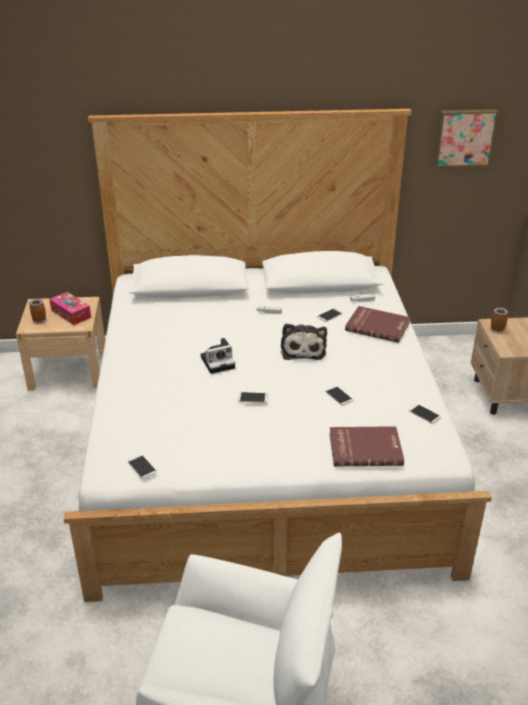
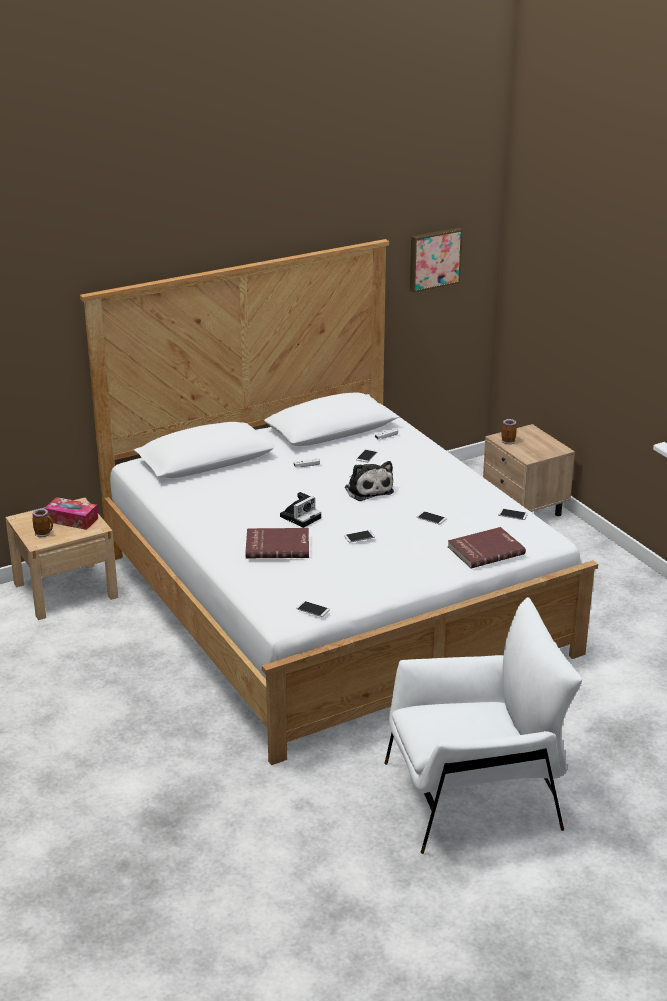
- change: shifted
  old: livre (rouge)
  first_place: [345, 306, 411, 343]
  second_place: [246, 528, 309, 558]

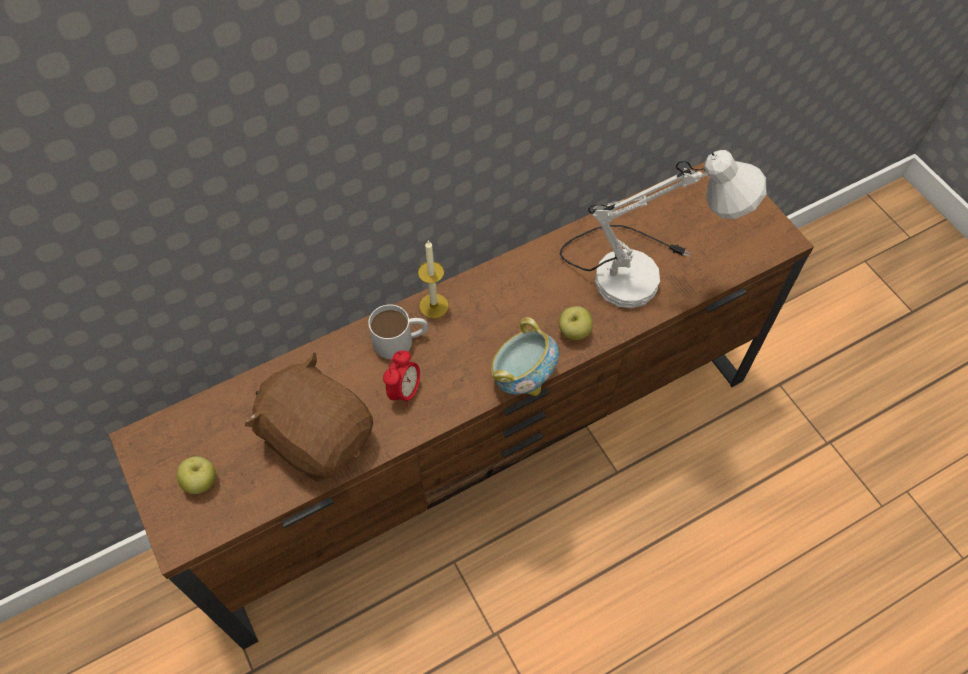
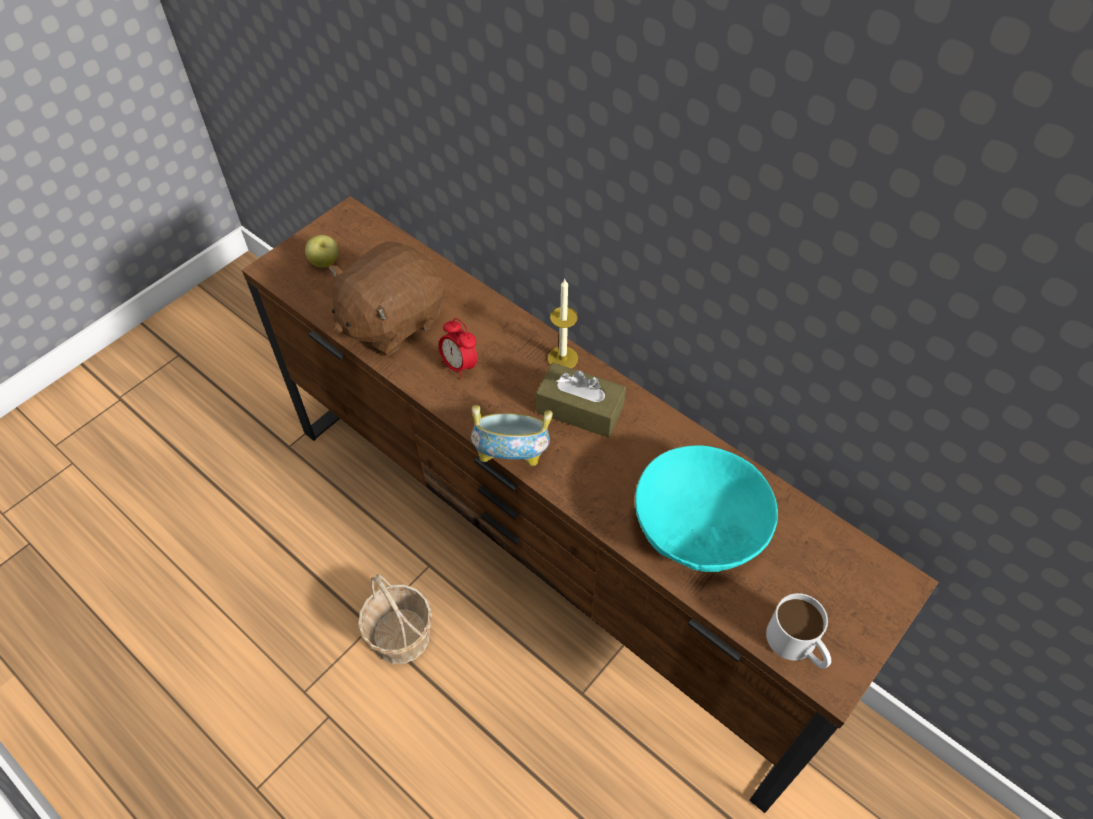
- change: swapped
  old: lampe de table (blanc)
  new: bol (turquoise)
  first_place: [560, 150, 767, 308]
  second_place: [635, 445, 778, 572]
- change: shifted
  old: mug (blanc)
  first_place: [368, 305, 428, 359]
  second_place: [766, 593, 831, 669]
- change: gone
  old: pomme
  first_place: [559, 306, 593, 340]
- change: rotated
  old: réveil
  first_place: [383, 350, 420, 407]
  second_place: [439, 318, 477, 379]
  degrees: 45
- change: rotated
  old: peluche (marron)
  first_place: [245, 352, 373, 482]
  second_place: [329, 241, 445, 355]
  degrees: -150
- change: new
  new: boîte à mouchoirs (marron)
  second_place: [536, 363, 626, 438]
- change: new
  new: panier
  second_place: [358, 574, 432, 664]

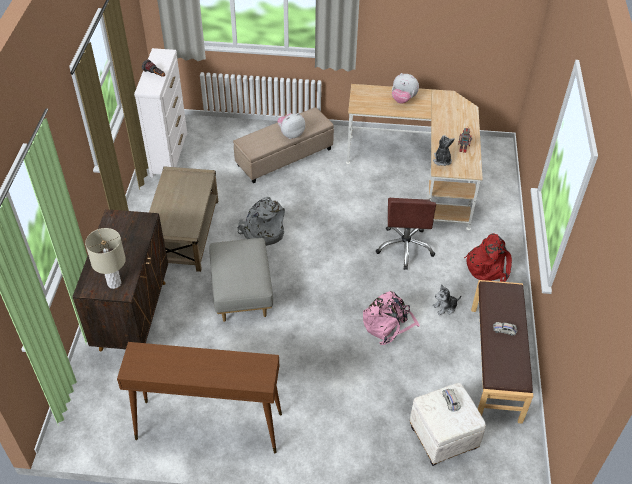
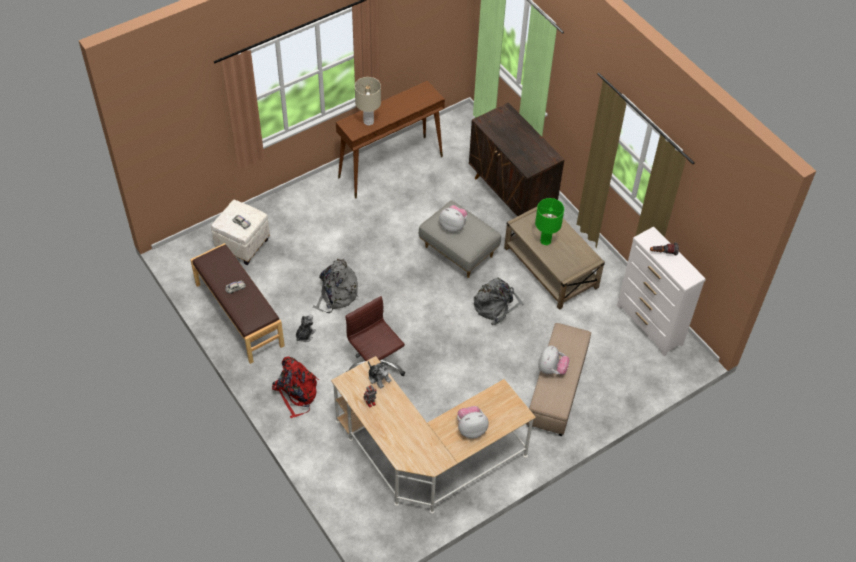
- change: shifted
  old: lampe de table (beige)
  first_place: [85, 228, 126, 289]
  second_place: [355, 77, 381, 126]
- change: repainted
  old: sac à dos (rose)
  new: sac à dos (gris)
  first_place: [363, 291, 420, 345]
  second_place: [313, 259, 359, 313]
- change: new
  new: lampe de table (vert)
  second_place: [535, 198, 564, 245]
- change: new
  new: peluche
  second_place: [439, 205, 467, 232]

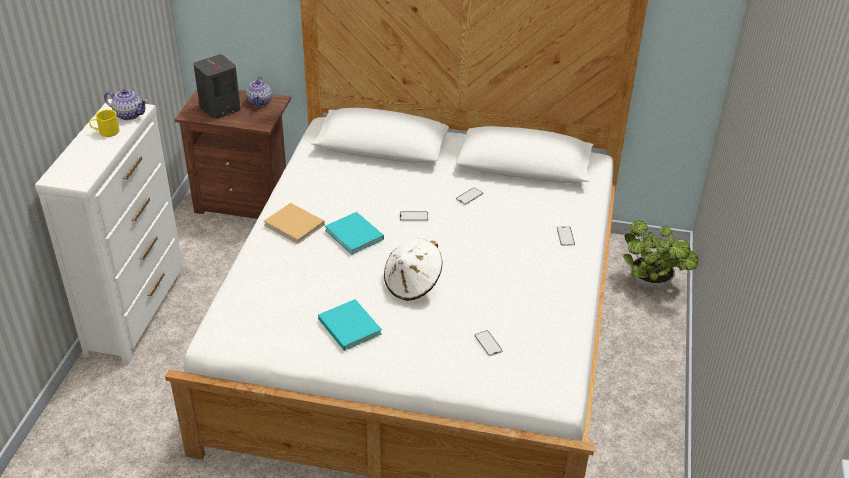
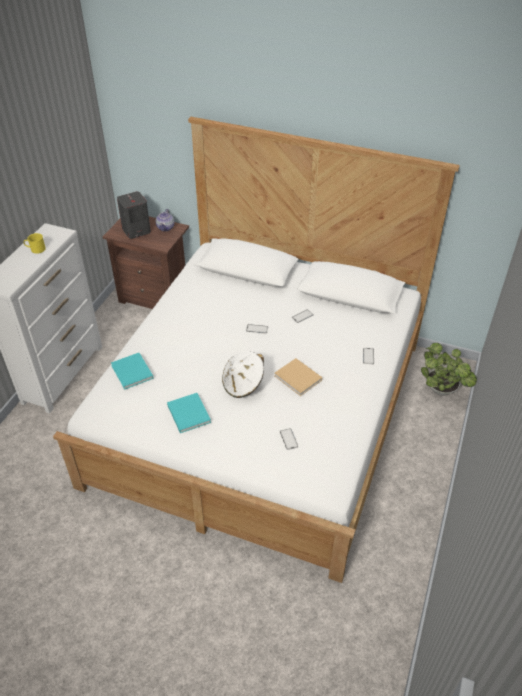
- change: gone
  old: théière
  first_place: [104, 89, 148, 120]
- change: shifted
  old: livre (beige)
  first_place: [264, 203, 325, 244]
  second_place: [274, 358, 322, 396]
- change: shifted
  old: livre (turquoise)
  first_place: [325, 212, 384, 255]
  second_place: [111, 353, 154, 390]

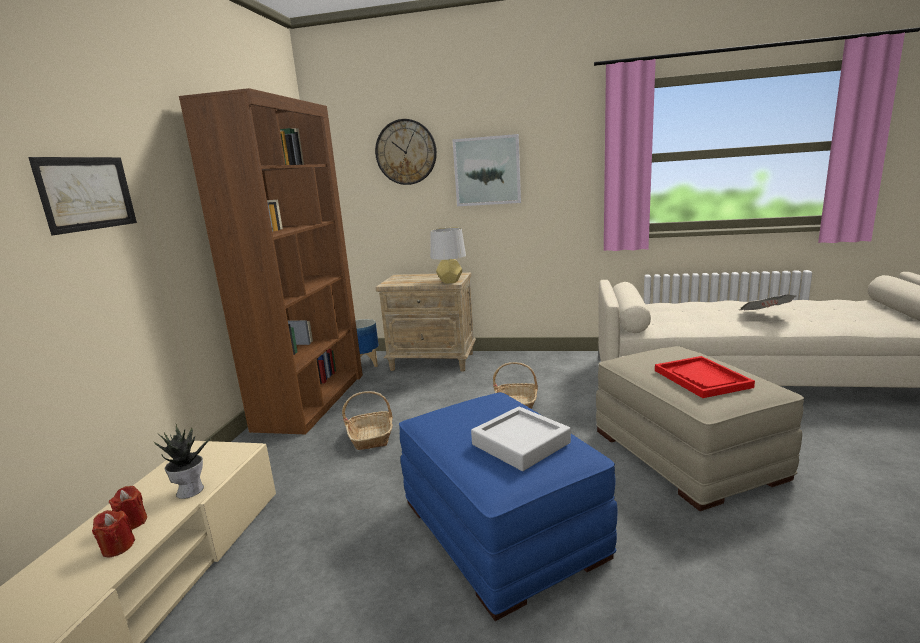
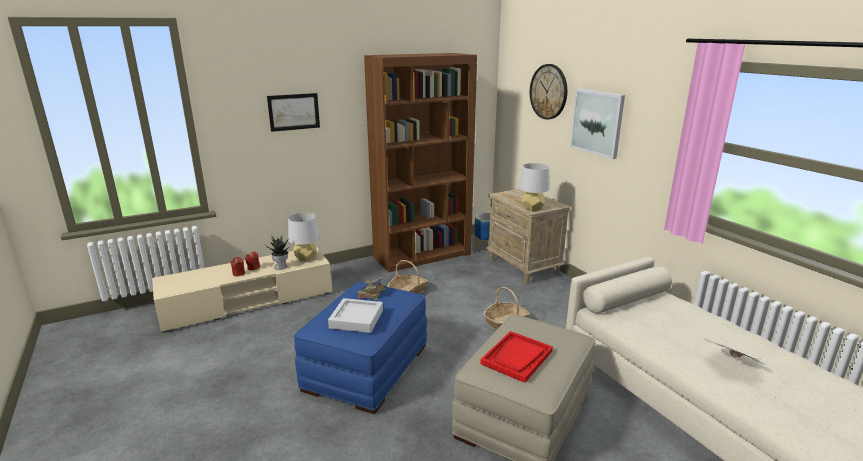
- change: new
  new: lampe de table (gris)
  second_place: [288, 213, 320, 261]
- change: new
  new: livre
  second_place: [357, 277, 386, 300]

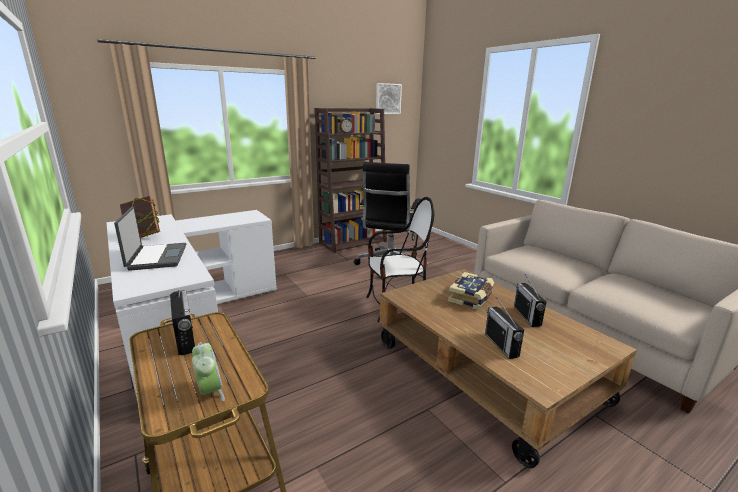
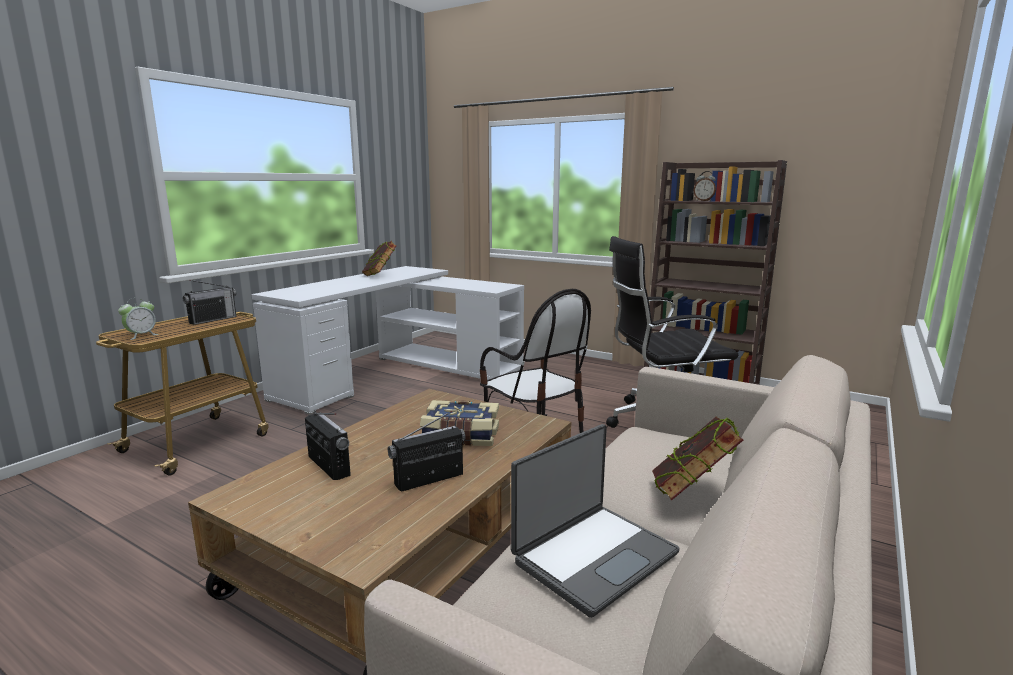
- change: gone
  old: tableau
  first_place: [376, 83, 402, 114]
- change: shifted
  old: ordinateur portable
  first_place: [114, 206, 186, 271]
  second_place: [511, 424, 680, 618]
- change: rotated
  old: radio
  first_place: [485, 297, 524, 359]
  second_place: [305, 412, 351, 480]
  degrees: 90
- change: new
  new: livre
  second_place: [652, 417, 743, 501]

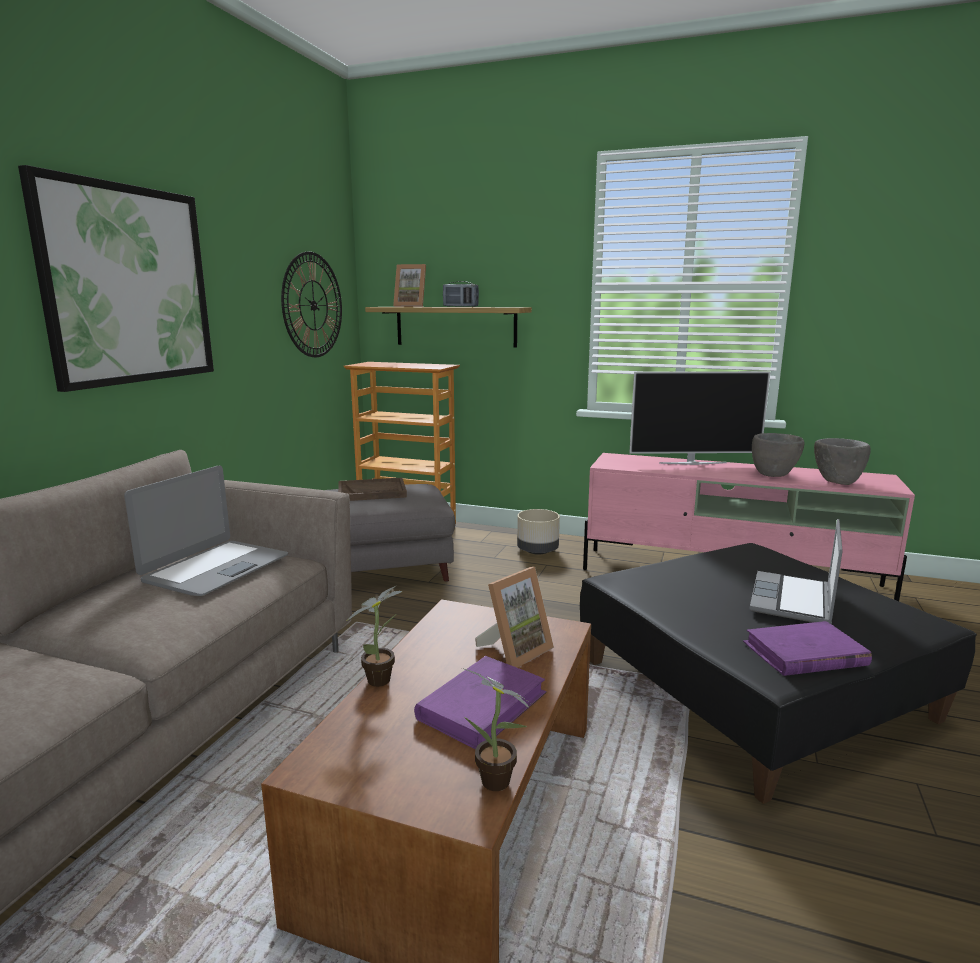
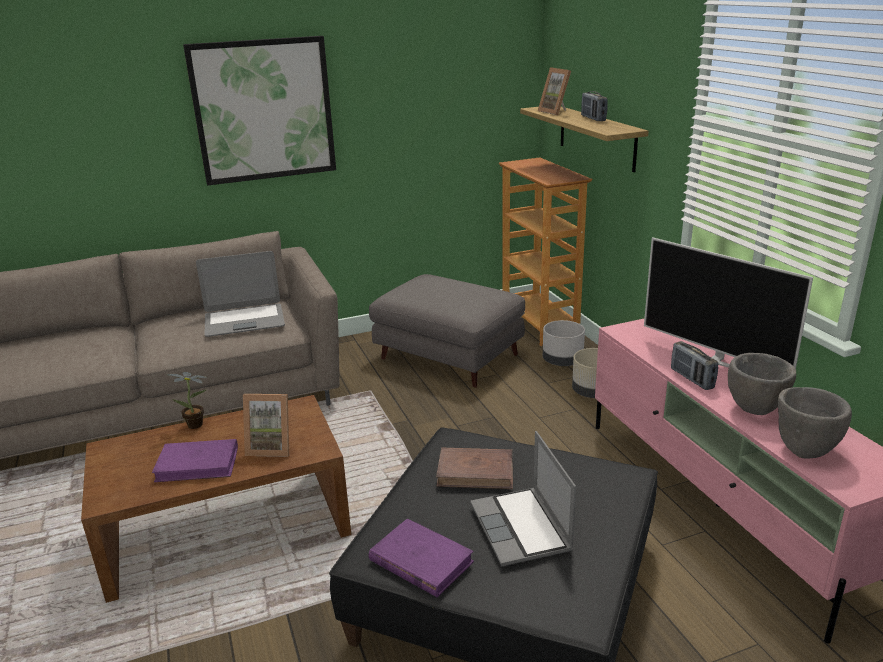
- change: gone
  old: horloge murale
  first_place: [281, 252, 342, 357]
- change: gone
  old: plateau (marron)
  first_place: [338, 478, 407, 501]
- change: rotated
  old: ordinateur portable
  first_place: [750, 519, 843, 624]
  second_place: [470, 431, 576, 567]
  degrees: -90
- change: gone
  old: plante en pot
  first_place: [462, 668, 530, 791]
- change: new
  new: cache-pot (gris)
  second_place: [543, 320, 585, 366]
- change: new
  new: radio
  second_place: [671, 341, 718, 390]
- change: new
  new: livre (marron)
  second_place: [436, 447, 513, 489]

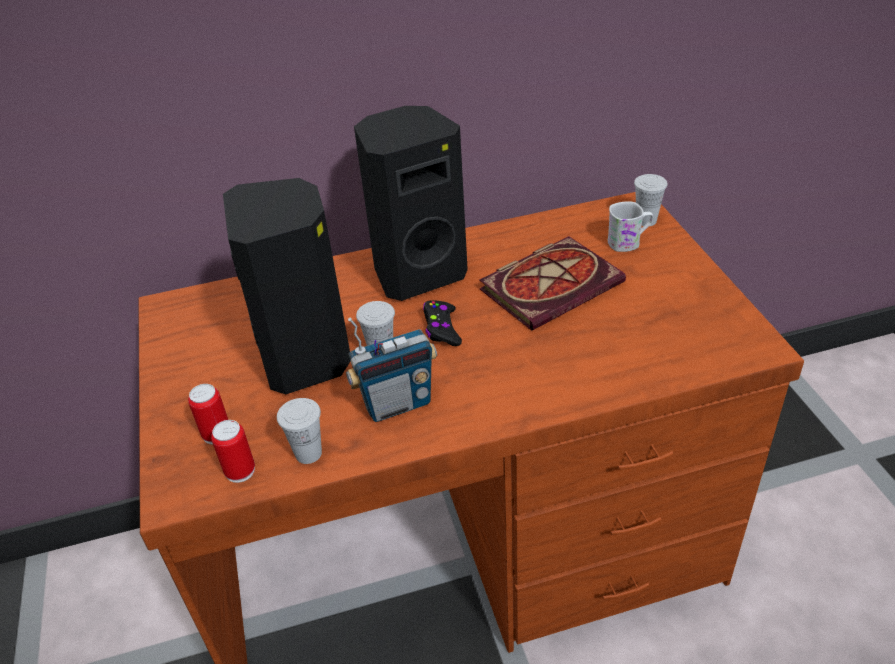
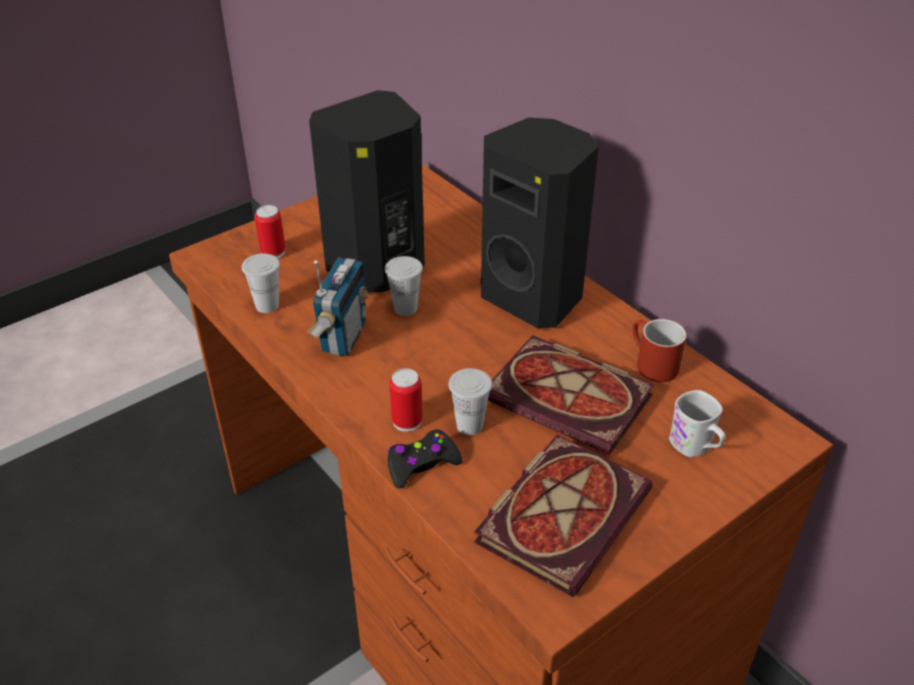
- change: shifted
  old: tasse (blanc)
  first_place: [634, 174, 668, 226]
  second_place: [449, 368, 492, 435]
- change: shifted
  old: manette (noir)
  first_place: [423, 300, 462, 346]
  second_place: [388, 429, 463, 488]
- change: rotated
  old: radio
  first_place: [346, 318, 437, 422]
  second_place: [308, 257, 369, 356]
  degrees: -120
- change: shifted
  old: boîte métallique
  first_place: [211, 420, 255, 483]
  second_place: [389, 368, 423, 432]
- change: new
  new: mug (rouge)
  second_place: [633, 319, 687, 382]
- change: new
  new: livre
  second_place: [474, 435, 653, 597]

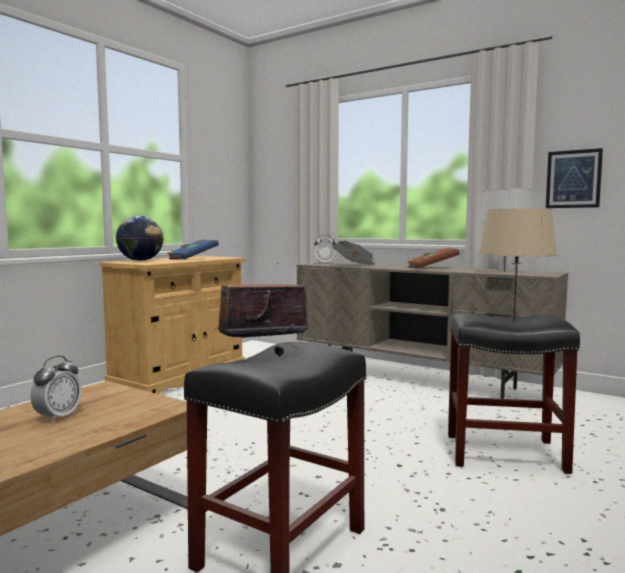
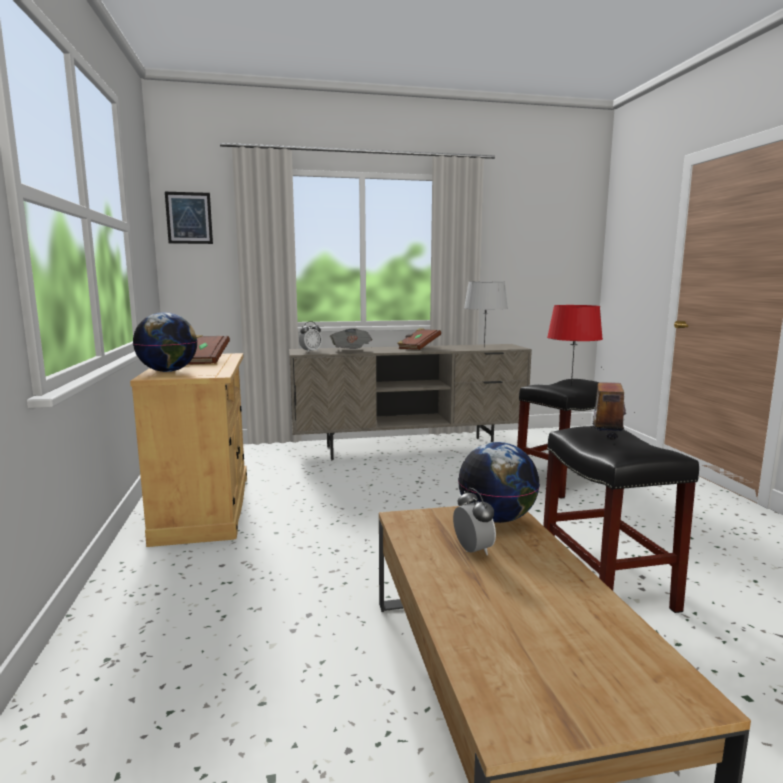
- change: shifted
  old: tableau
  first_place: [546, 148, 603, 208]
  second_place: [165, 192, 213, 244]
- change: repainted
  old: lampe de table (beige)
  new: lampe de table (rouge)
  first_place: [479, 209, 557, 320]
  second_place: [547, 305, 603, 386]
- change: repainted
  old: livre (bleu)
  new: livre (marron)
  first_place: [167, 239, 219, 259]
  second_place: [187, 335, 230, 365]
- change: new
  new: globe
  second_place: [458, 442, 540, 523]

